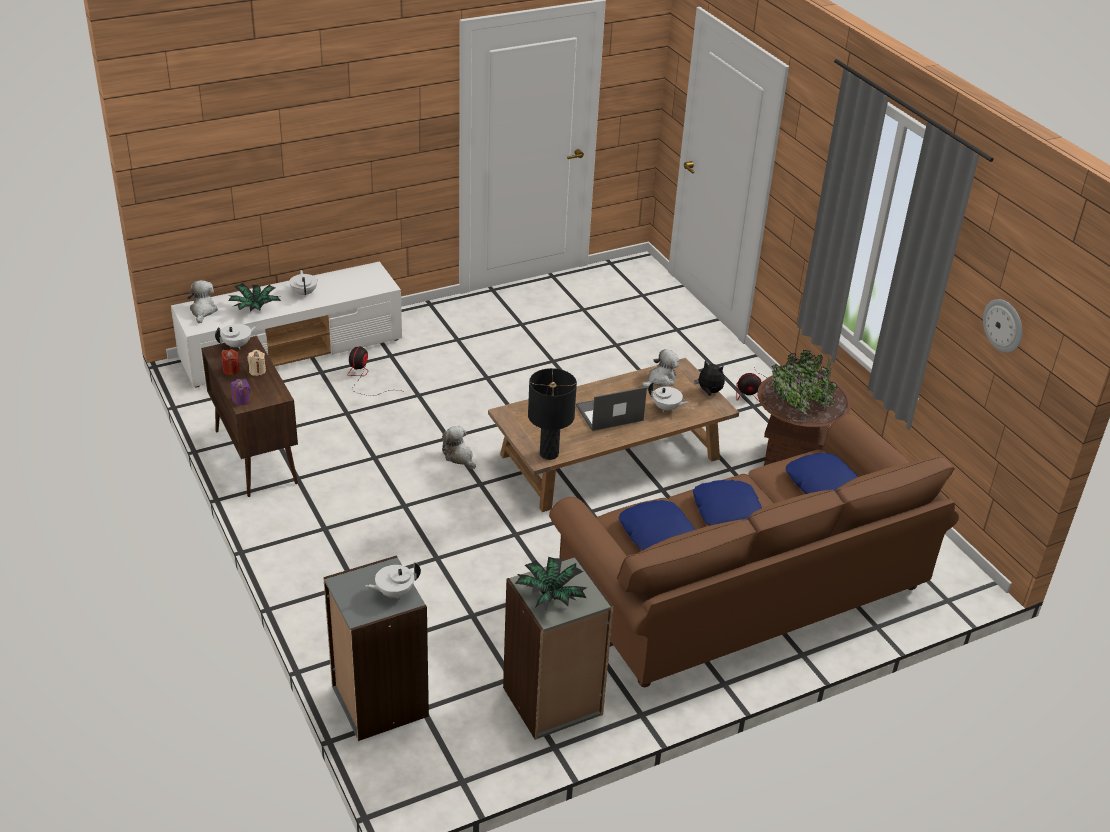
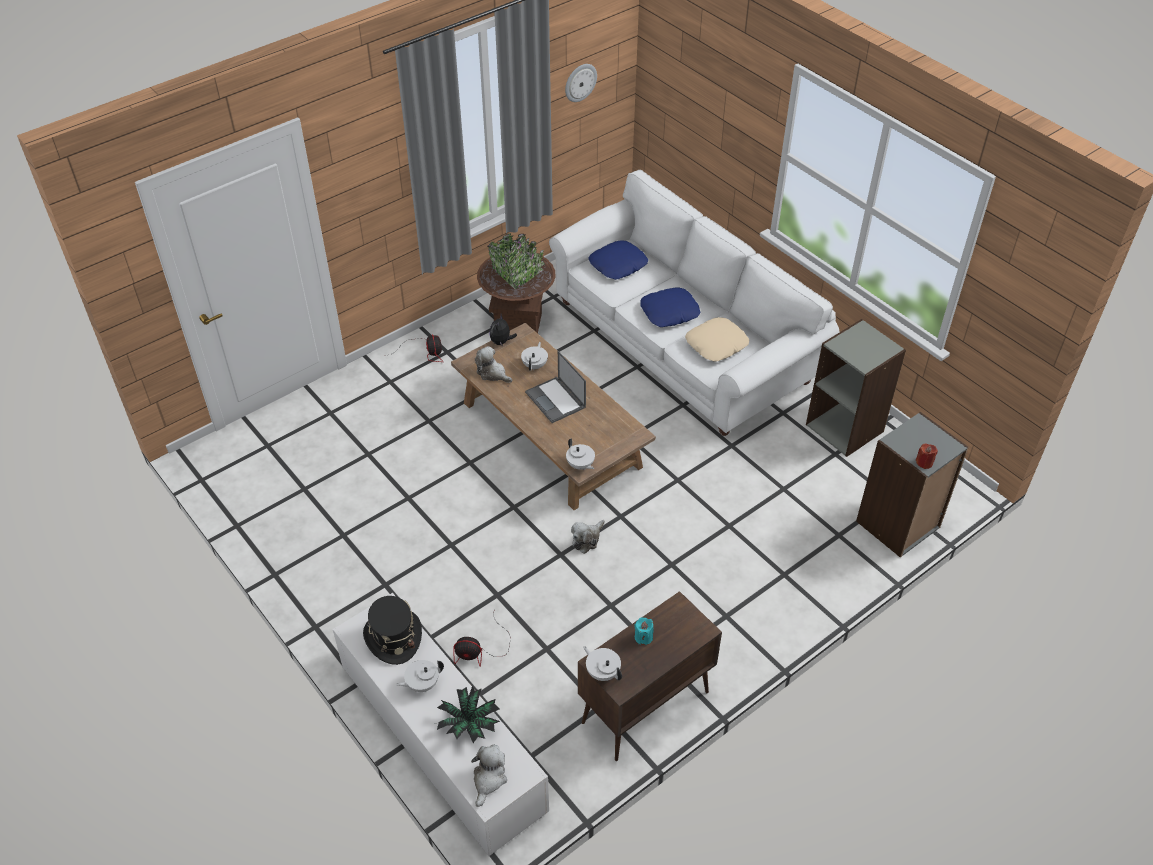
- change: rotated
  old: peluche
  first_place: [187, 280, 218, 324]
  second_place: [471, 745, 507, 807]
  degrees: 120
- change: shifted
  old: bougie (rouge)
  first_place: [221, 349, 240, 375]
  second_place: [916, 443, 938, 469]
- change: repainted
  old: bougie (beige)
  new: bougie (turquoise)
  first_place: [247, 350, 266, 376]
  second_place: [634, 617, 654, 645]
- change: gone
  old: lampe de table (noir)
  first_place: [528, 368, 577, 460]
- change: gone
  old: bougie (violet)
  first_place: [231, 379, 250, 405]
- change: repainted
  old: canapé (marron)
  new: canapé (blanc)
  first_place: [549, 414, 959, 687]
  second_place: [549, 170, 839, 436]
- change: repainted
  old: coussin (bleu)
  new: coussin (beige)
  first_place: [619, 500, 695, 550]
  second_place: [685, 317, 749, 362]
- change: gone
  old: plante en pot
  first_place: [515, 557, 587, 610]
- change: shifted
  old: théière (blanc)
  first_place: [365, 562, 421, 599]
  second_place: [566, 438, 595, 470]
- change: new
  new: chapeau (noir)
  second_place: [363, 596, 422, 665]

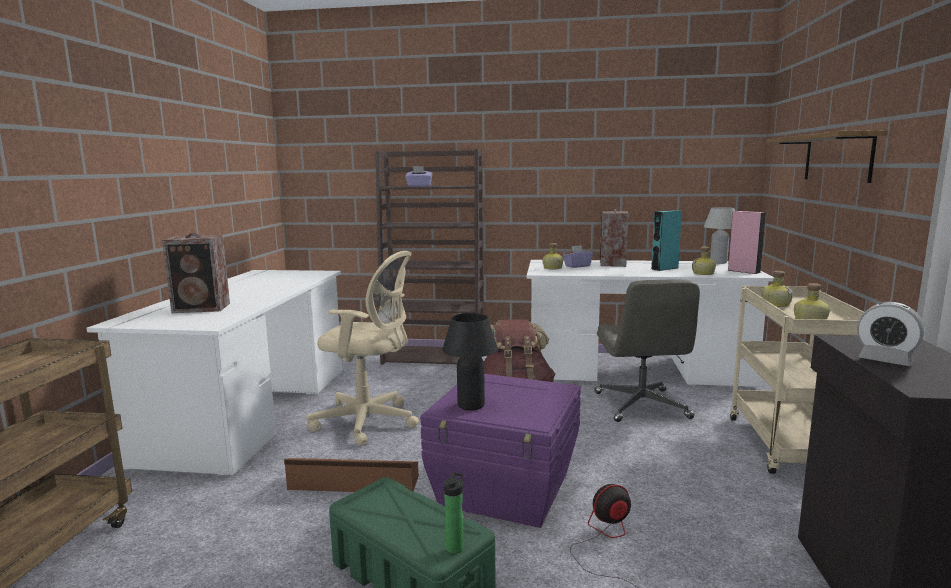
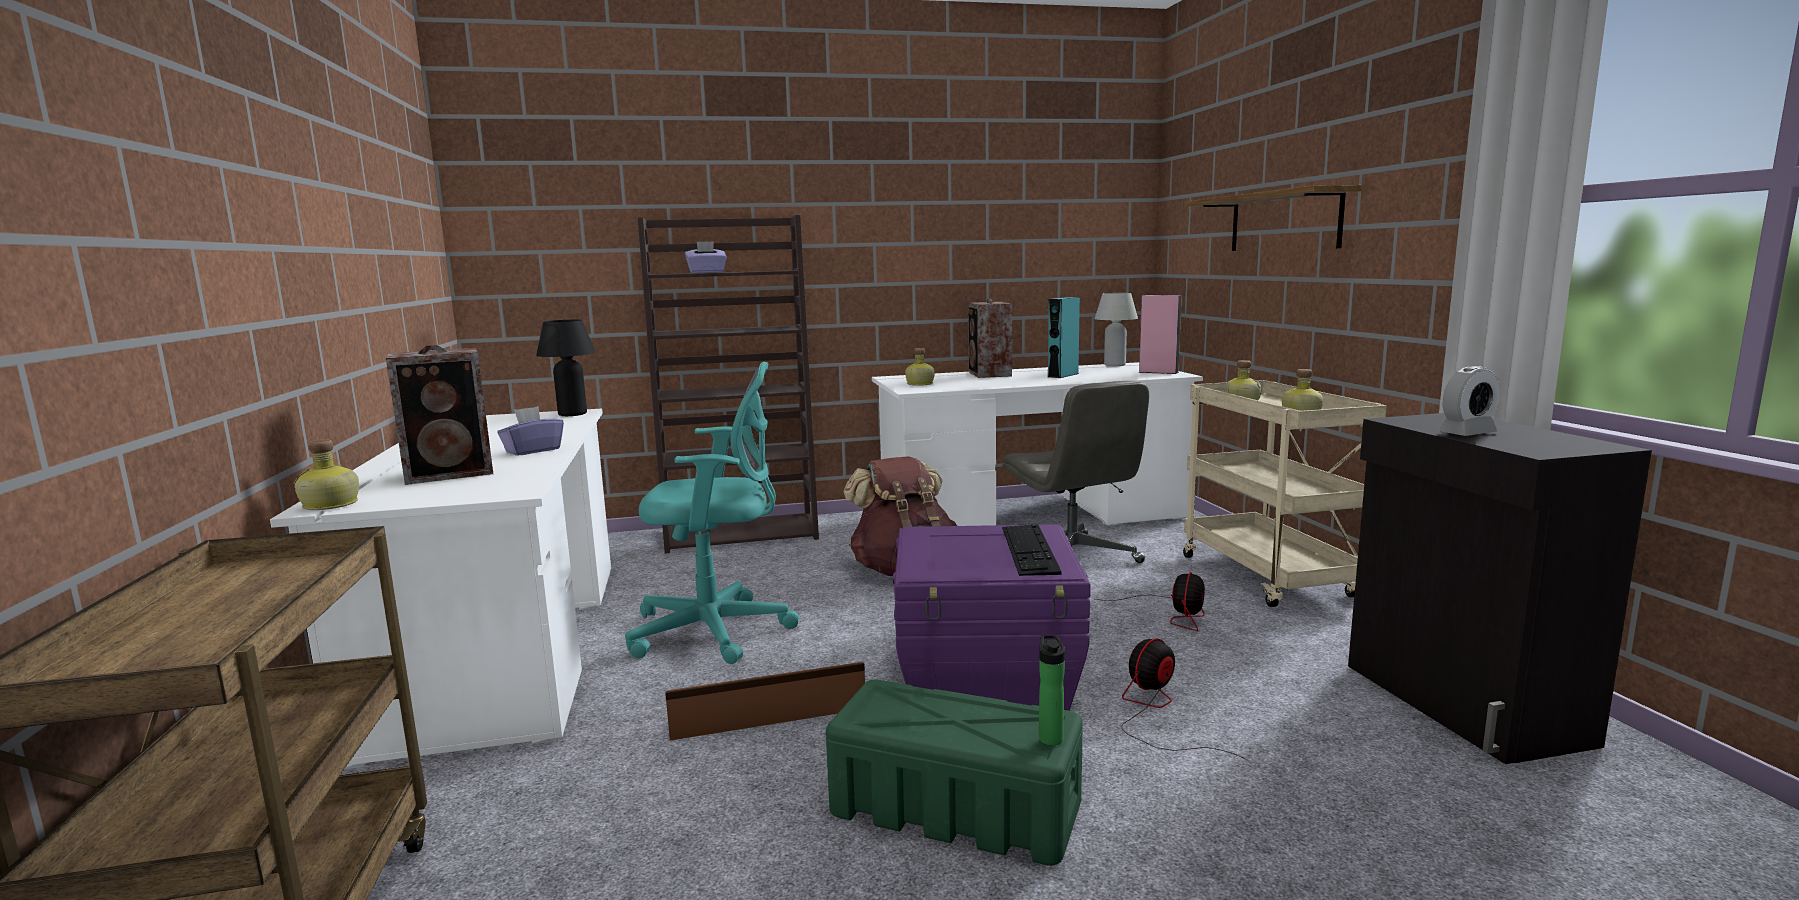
- change: shifted
  old: boîte à mouchoirs (violet)
  first_place: [563, 245, 593, 268]
  second_place: [497, 406, 564, 456]
- change: shifted
  old: bouteille
  first_place: [692, 247, 716, 275]
  second_place: [294, 439, 359, 510]
- change: repainted
  old: chaise de bureau (beige)
  new: chaise de bureau (turquoise)
  first_place: [306, 251, 419, 446]
  second_place: [625, 362, 799, 664]
- change: rotated
  old: réveil
  first_place: [857, 302, 924, 366]
  second_place: [1438, 366, 1500, 436]
  degrees: -45
- change: shifted
  old: lampe de table (noir)
  first_place: [442, 313, 498, 410]
  second_place: [536, 320, 596, 416]
- change: new
  new: clavier
  second_place: [1002, 524, 1061, 576]
- change: new
  new: ventilateur
  second_place: [1096, 572, 1205, 631]

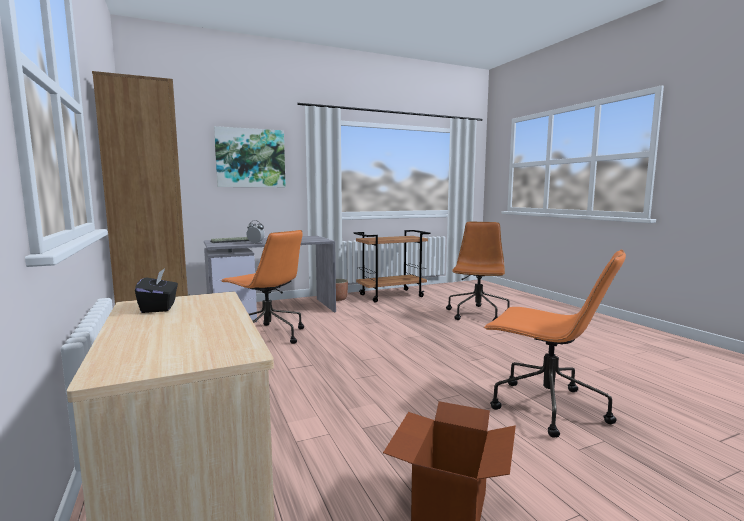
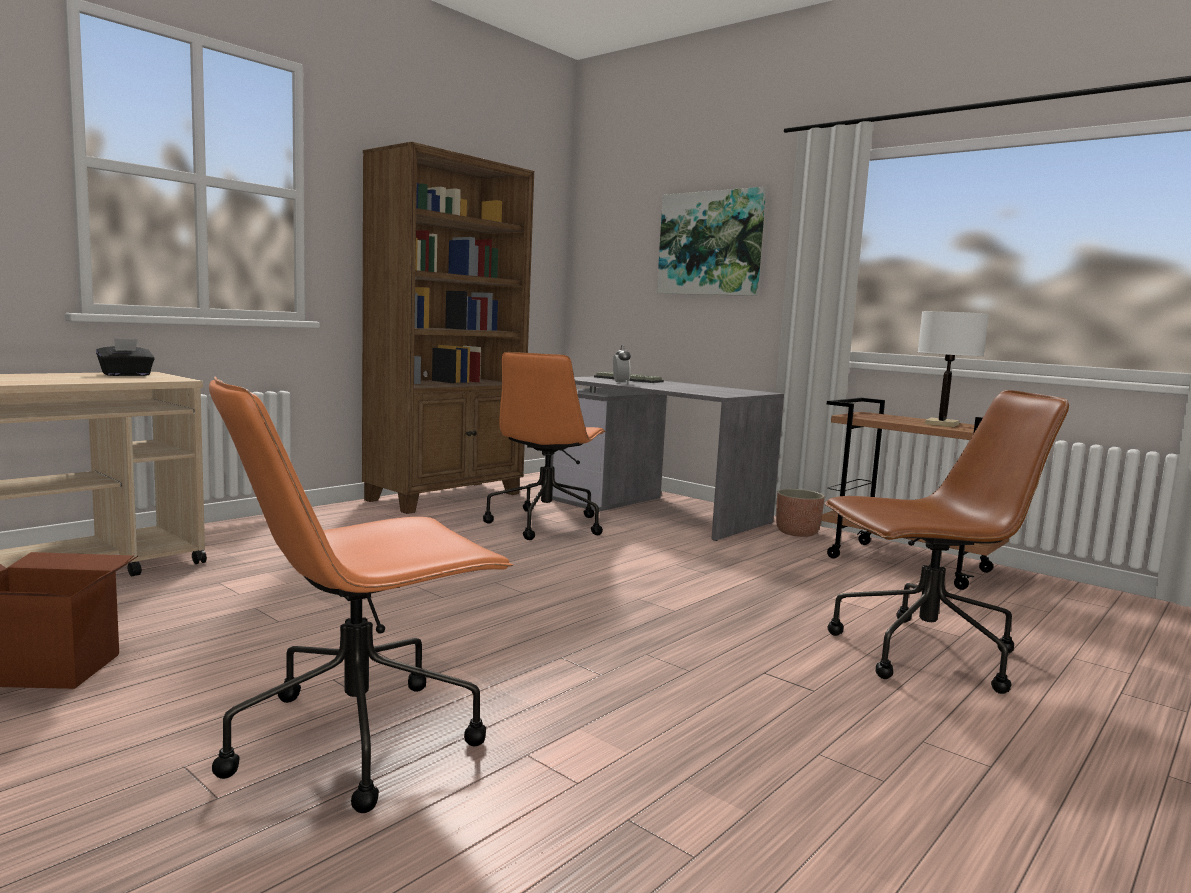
- change: rotated
  old: chaise de bureau (orange)
  first_place: [484, 249, 626, 438]
  second_place: [209, 377, 513, 813]
  degrees: 45
- change: new
  new: lampe de table (blanc)
  second_place: [918, 311, 989, 427]

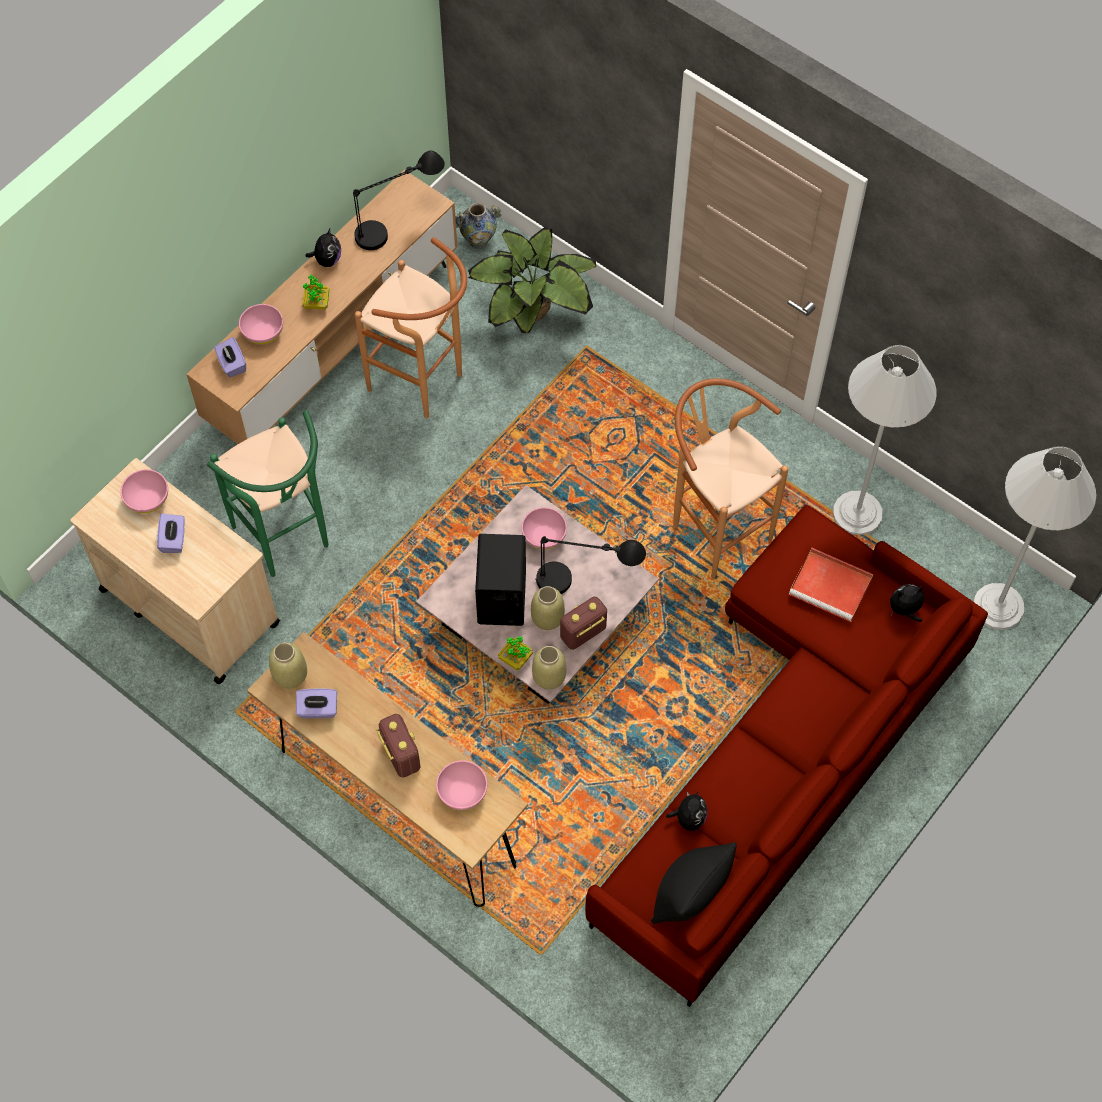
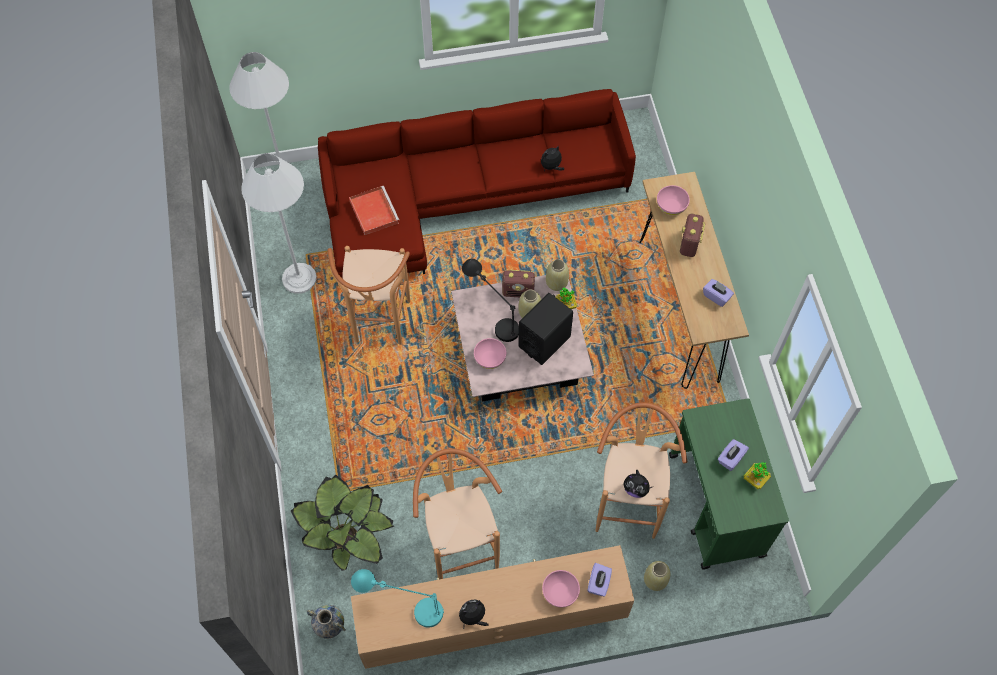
- change: repainted
  old: lampe de table (noir)
  new: lampe de table (turquoise)
  first_place: [353, 151, 445, 250]
  second_place: [351, 569, 444, 627]
- change: shifted
  old: plante en pot
  first_place: [302, 275, 329, 309]
  second_place: [743, 462, 771, 489]
- change: repainted
  old: tabouret (vert)
  new: tabouret (marron)
  first_place: [207, 410, 328, 577]
  second_place: [595, 402, 687, 539]
- change: repainted
  old: chariot (beige)
  new: chariot (vert)
  first_place: [70, 458, 280, 684]
  second_place: [669, 398, 789, 569]
- change: gone
  old: bol (rose)
  first_place: [120, 469, 168, 513]
- change: shifted
  old: peluche
  first_place: [890, 584, 924, 622]
  second_place: [623, 470, 652, 498]
- change: shifted
  old: vase (beige)
  first_place: [269, 642, 307, 689]
  second_place: [644, 561, 670, 591]
- change: gone
  old: coussin (noir)
  first_place: [651, 842, 737, 924]

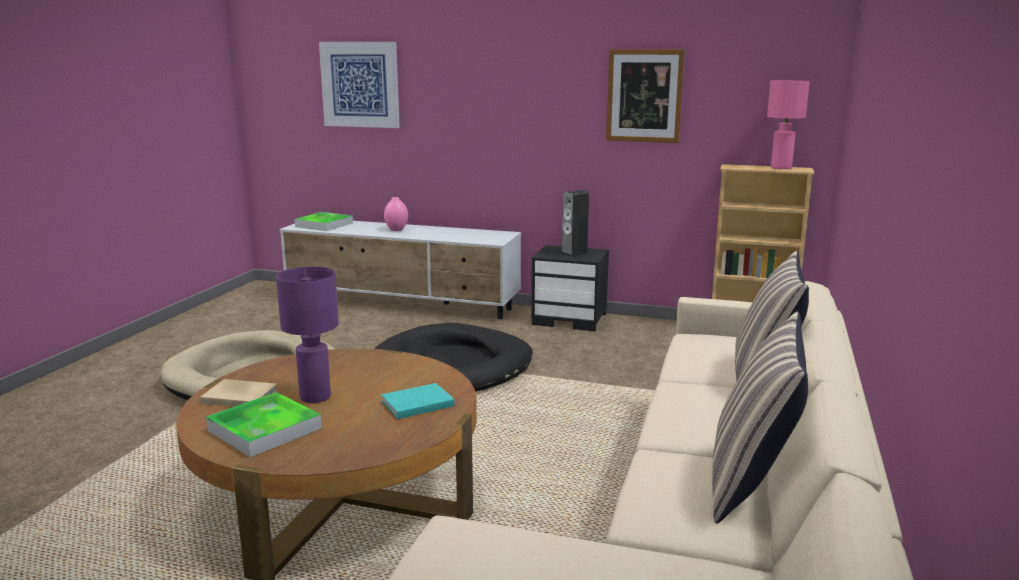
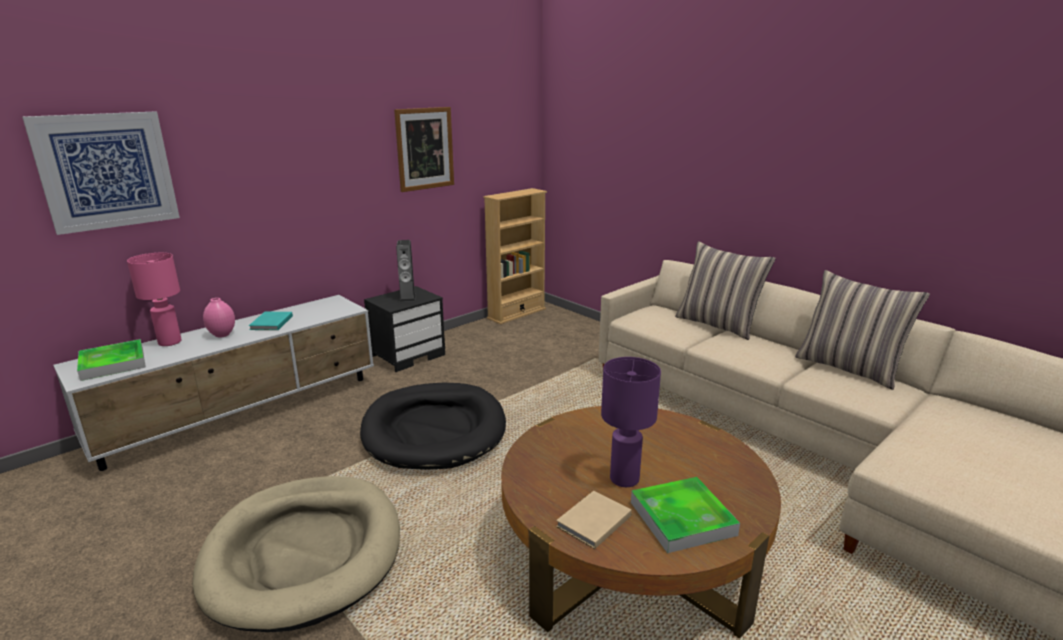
- change: shifted
  old: lampe de table (rose)
  first_place: [767, 80, 810, 169]
  second_place: [127, 253, 182, 346]
- change: shifted
  old: livre (turquoise)
  first_place: [381, 383, 455, 419]
  second_place: [249, 312, 293, 330]

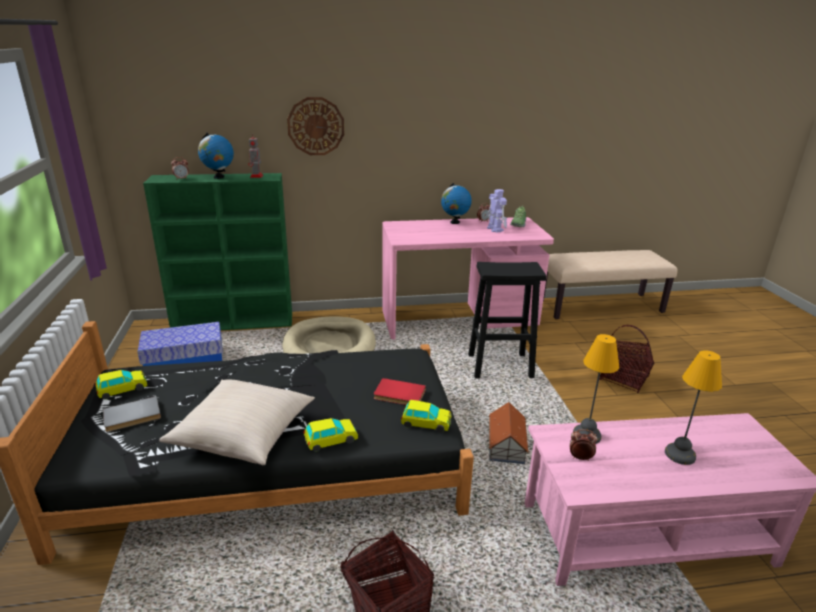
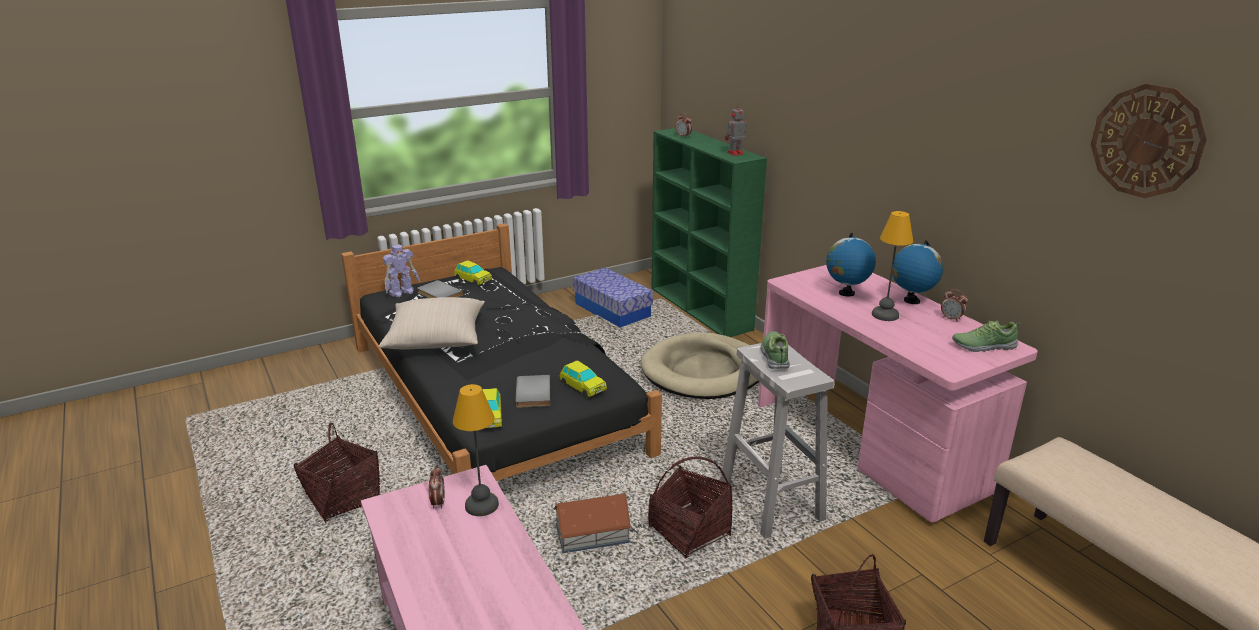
- change: shifted
  old: horloge murale
  first_place: [287, 97, 344, 155]
  second_place: [1091, 84, 1207, 198]
- change: shifted
  old: globe
  first_place: [198, 133, 234, 179]
  second_place: [826, 233, 876, 296]
- change: shifted
  old: robot jouet
  first_place: [487, 189, 507, 233]
  second_place: [383, 244, 420, 297]
- change: repainted
  old: tabouret (noir)
  new: tabouret (blanc)
  first_place: [468, 262, 546, 379]
  second_place: [721, 343, 835, 539]
- change: shifted
  old: lampe de table
  first_place: [665, 350, 722, 465]
  second_place: [872, 211, 913, 321]
- change: repainted
  old: livre (rouge)
  new: livre (gris)
  first_place: [374, 378, 426, 405]
  second_place: [516, 375, 551, 408]
- change: shifted
  old: petite voiture
  first_place: [303, 418, 358, 452]
  second_place: [560, 360, 607, 397]
- change: new
  new: chaussure
  second_place: [761, 331, 790, 369]
- change: new
  new: panier
  second_place: [648, 456, 733, 559]

